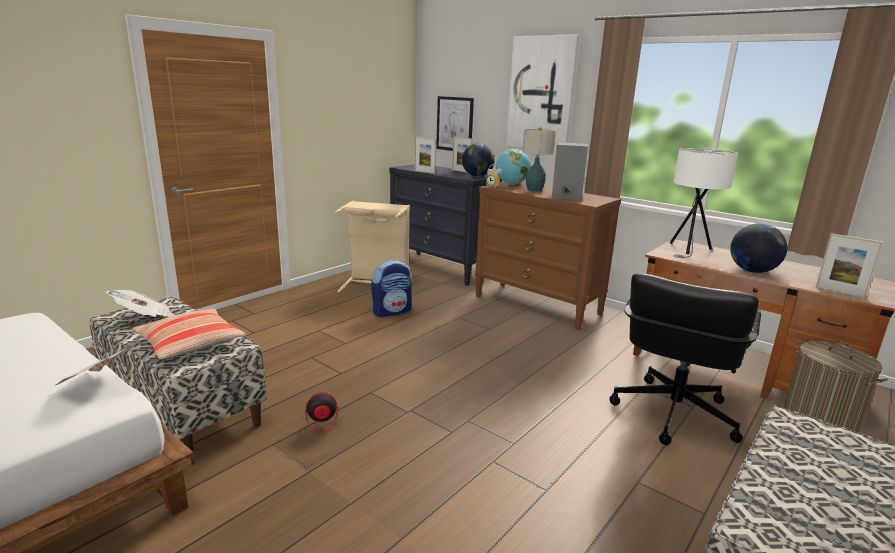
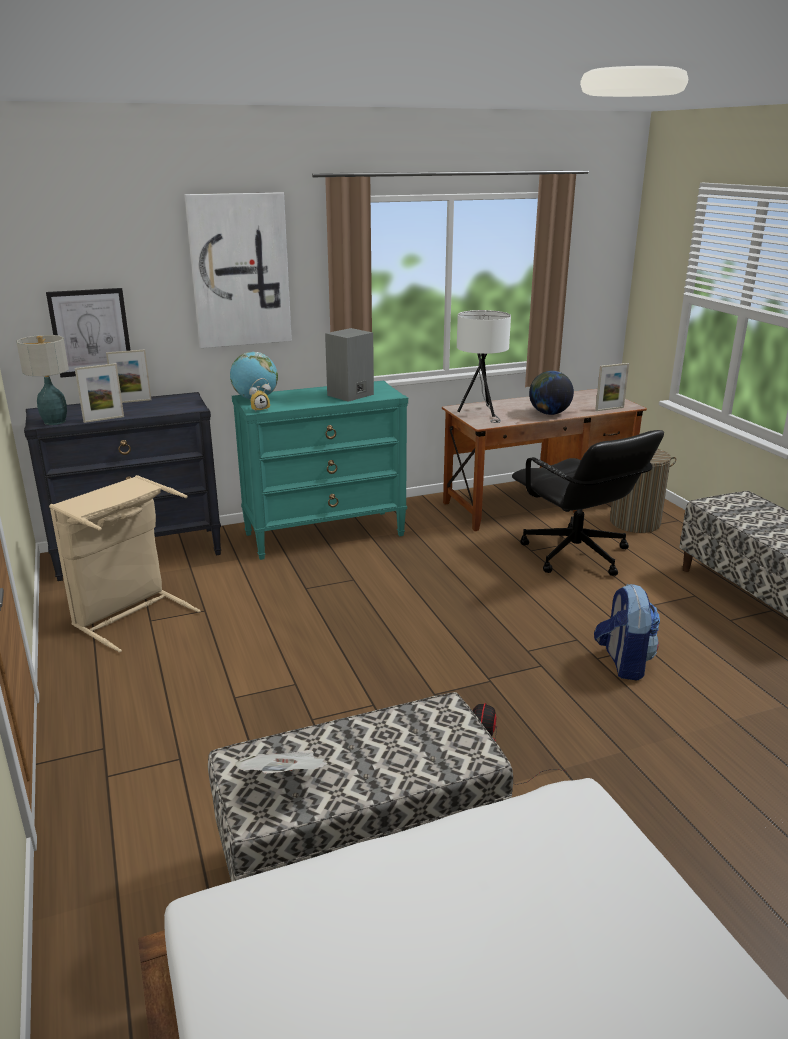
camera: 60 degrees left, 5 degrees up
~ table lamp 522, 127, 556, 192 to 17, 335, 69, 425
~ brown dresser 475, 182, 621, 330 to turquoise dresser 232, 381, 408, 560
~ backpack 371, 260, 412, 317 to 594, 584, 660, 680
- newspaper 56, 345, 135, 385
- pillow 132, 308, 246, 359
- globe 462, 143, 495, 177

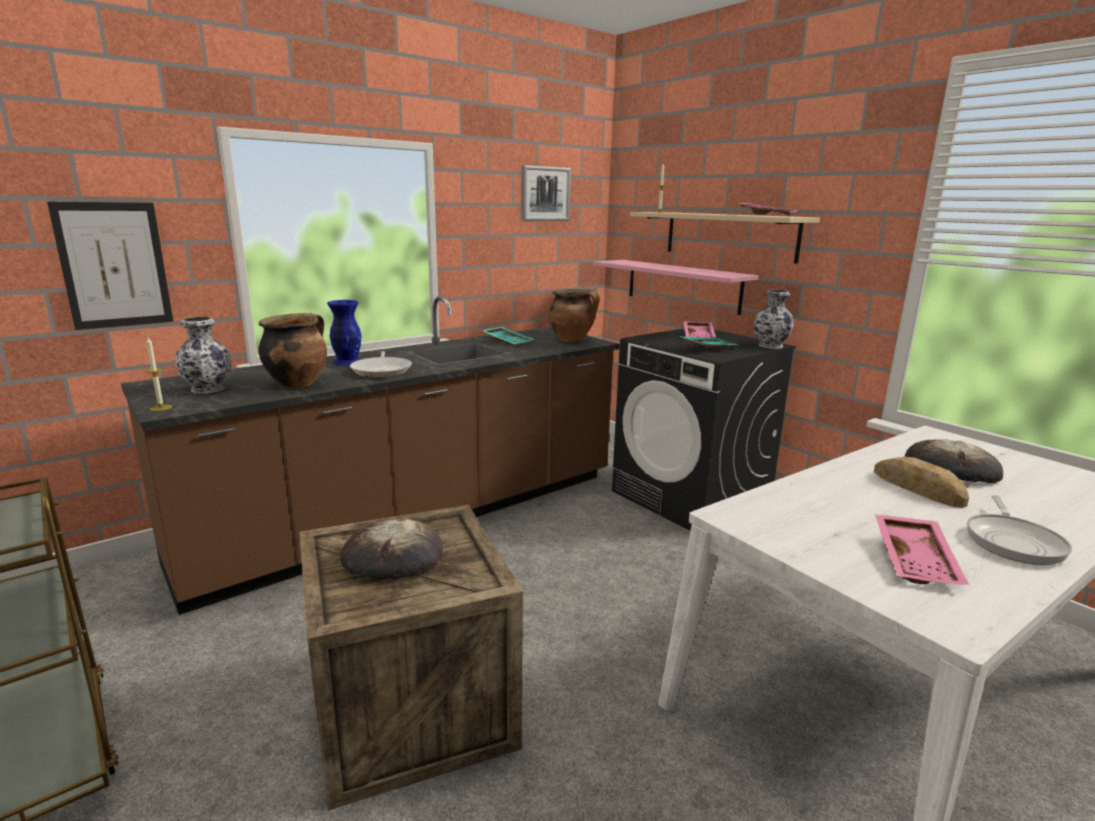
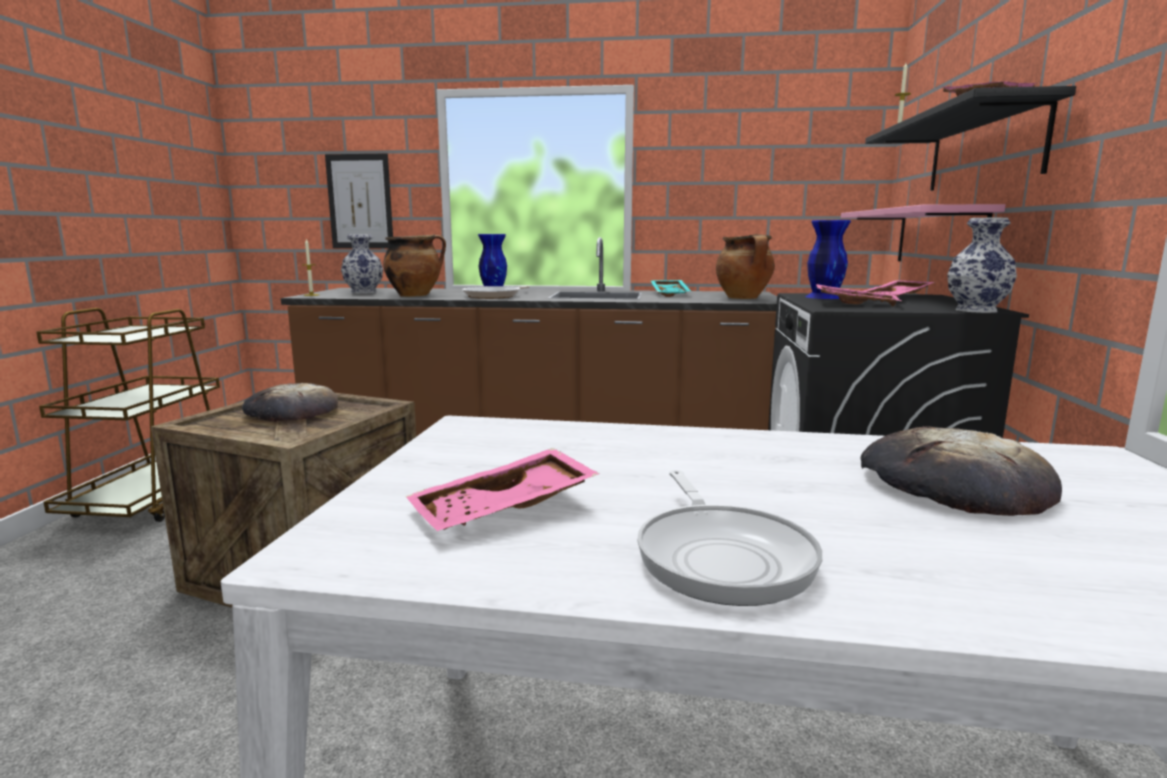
camera: 45 degrees right, 5 degrees down
~ frying pan 967, 495, 1072, 565 = 637, 470, 823, 606 75 degrees counterclockwise
+ blue vase 805, 220, 851, 299
~ turquoise tray 680, 336, 737, 350 to pink tray 816, 284, 902, 307
~ beige shelf 630, 212, 820, 264 to black shelf 865, 86, 1076, 191
- picture 521, 165, 571, 221
- bread 874, 457, 969, 508

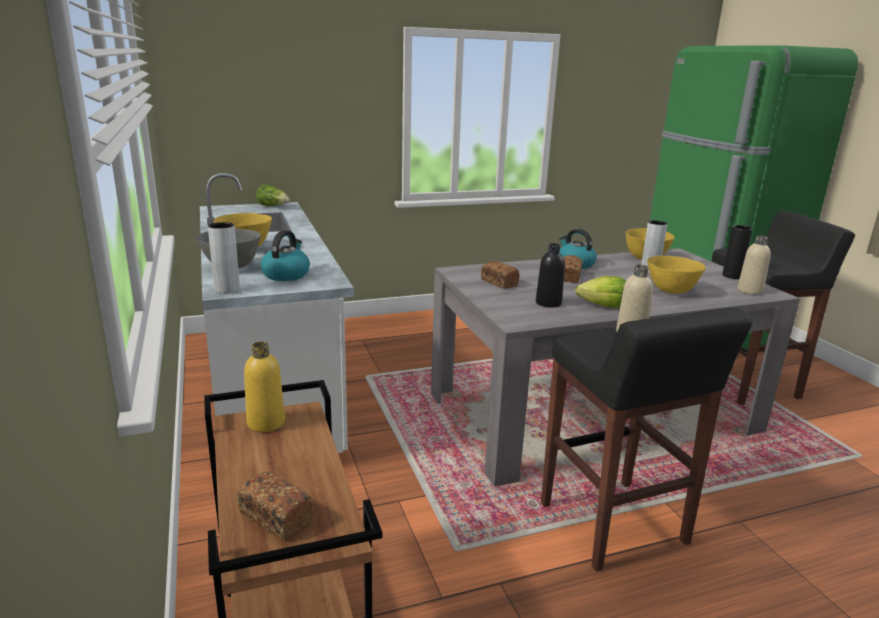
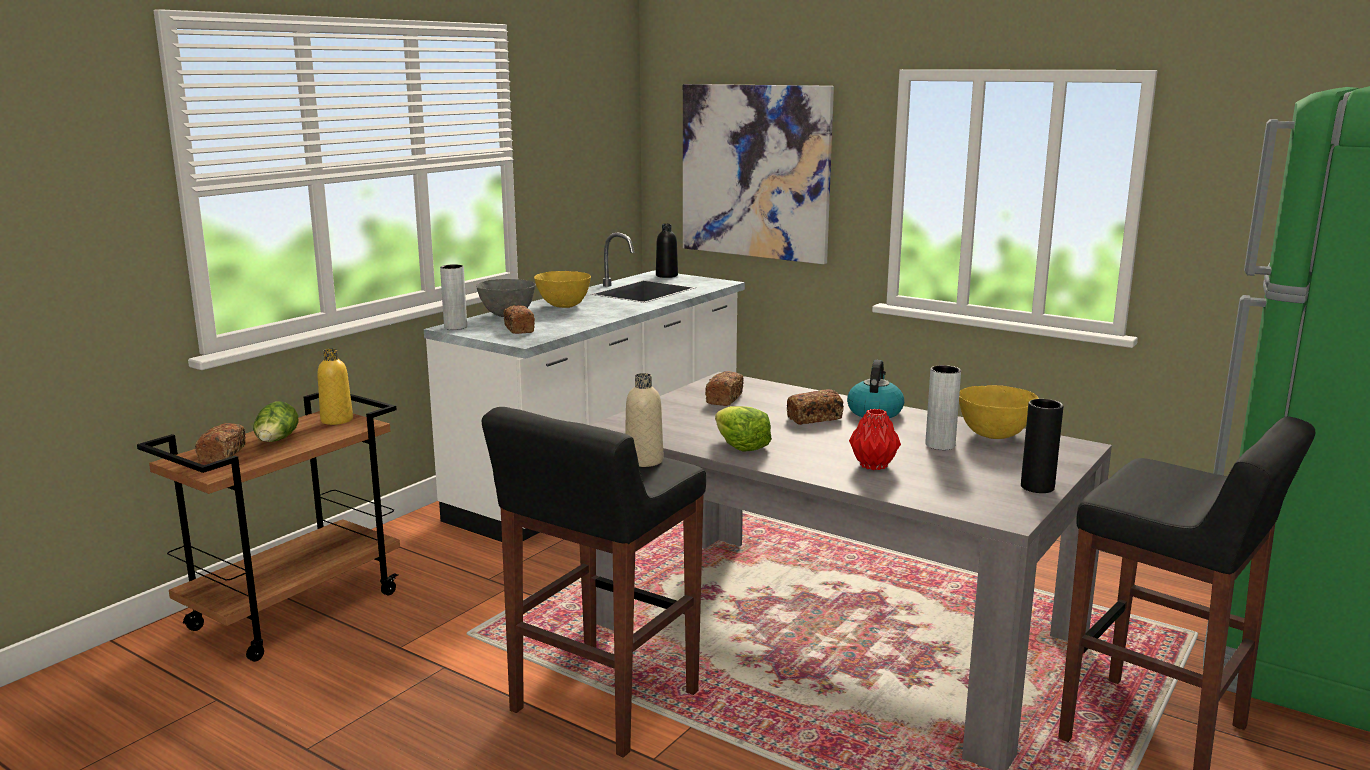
camera: 55 degrees right, 5 degrees down
~ lettuce 256, 184, 290, 206 to 253, 402, 299, 442
~ kettle 260, 230, 310, 281 to bread 503, 305, 535, 334
~ black bottle 536, 243, 565, 308 to 656, 224, 678, 278
+ picture 683, 84, 834, 264
~ yellow bowl 647, 256, 706, 294 to red vase 849, 409, 901, 470
- beige bottle 737, 235, 771, 295

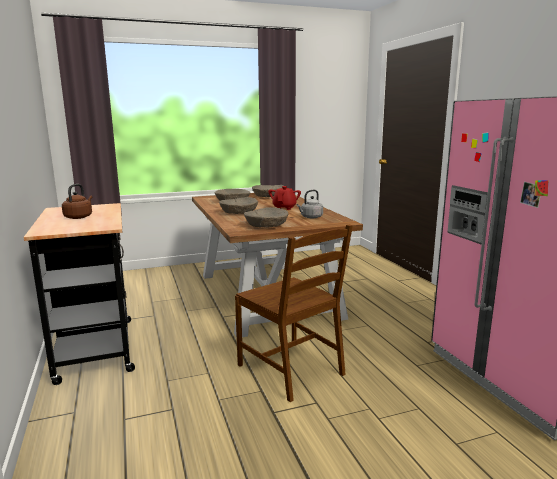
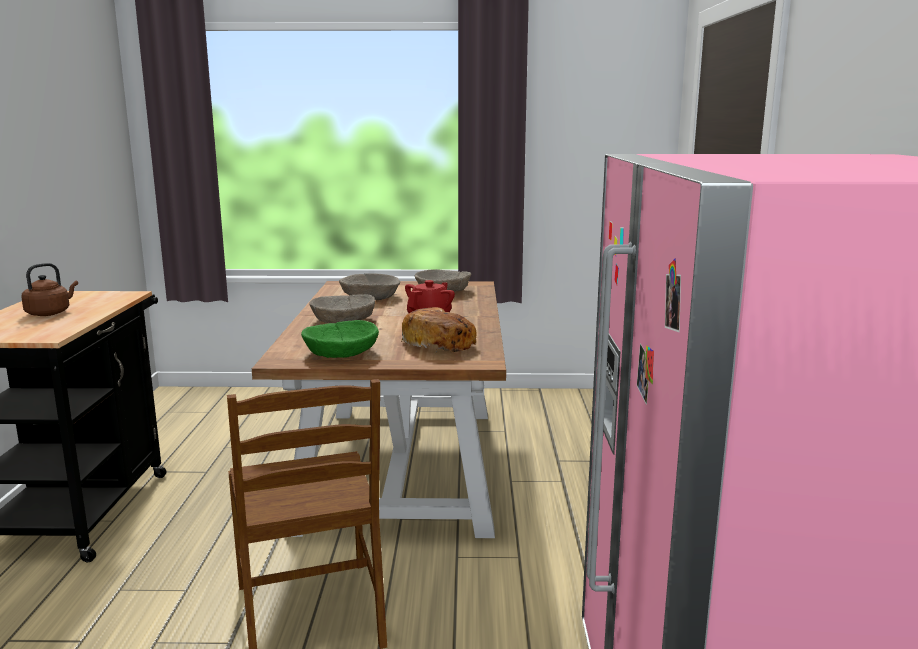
camera: 20 degrees right, 0 degrees up
~ beige bowl 244, 207, 288, 228 to green bowl 301, 320, 379, 358
~ grey kettle 297, 190, 323, 219 to bread 401, 307, 476, 352

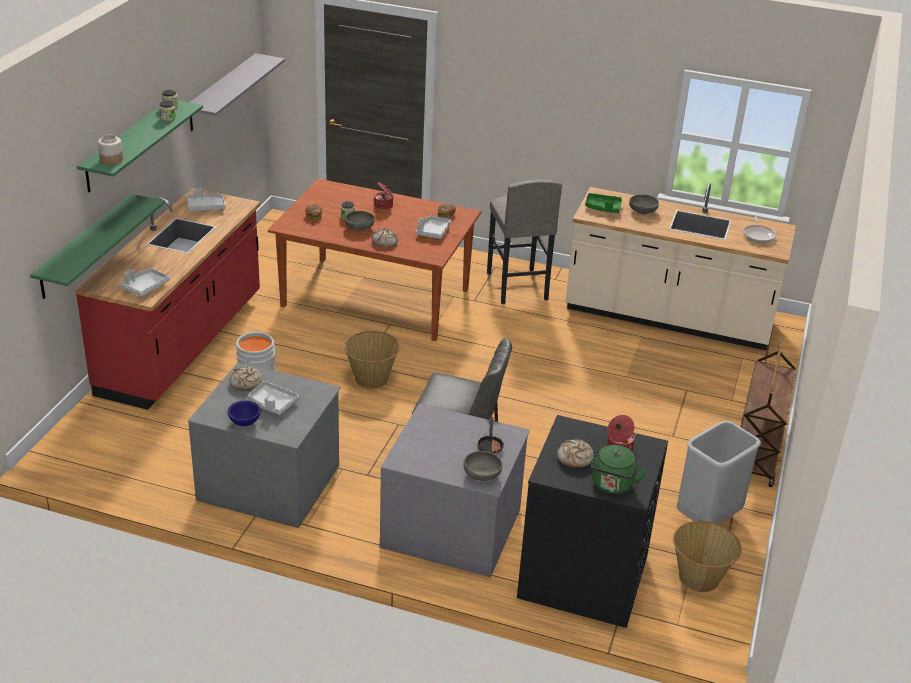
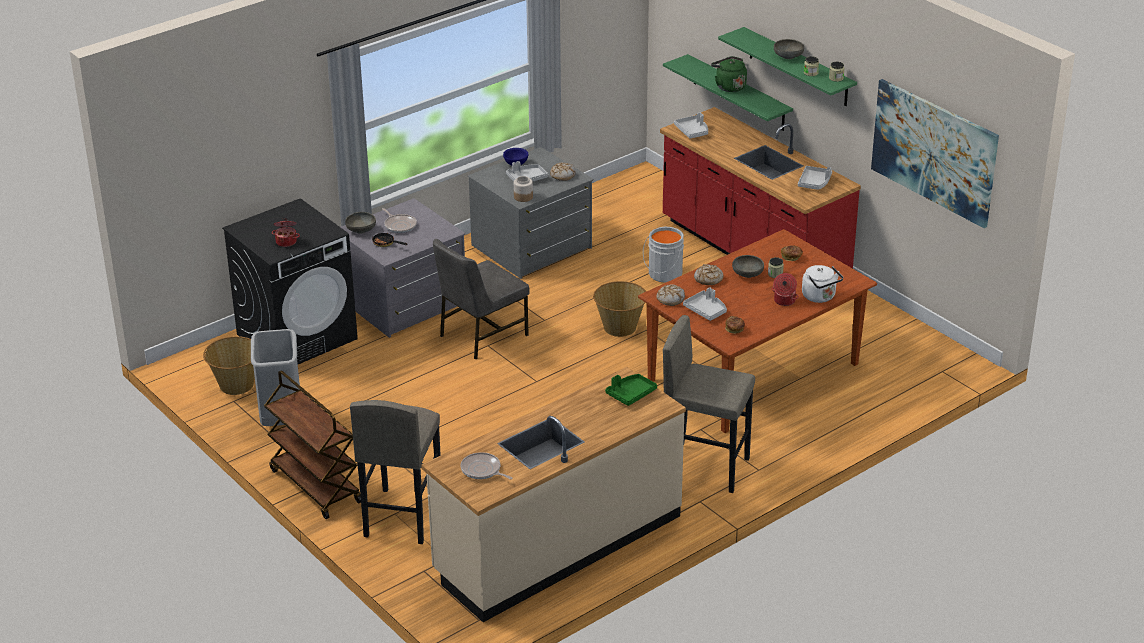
camera: 125 degrees right, 0 degrees up
+ grey stool 350, 400, 441, 544
+ frying pan 382, 208, 417, 233
~ jar 98, 135, 123, 165 to 514, 176, 533, 202
~ bread 557, 439, 594, 468 to 656, 284, 685, 306
~ green kettle 591, 445, 647, 494 to 711, 56, 747, 92
~ grey bowl 629, 195, 659, 214 to 774, 39, 804, 59
+ white kettle 802, 265, 843, 303
~ grey shelf 189, 53, 285, 131 to picture 871, 79, 999, 228

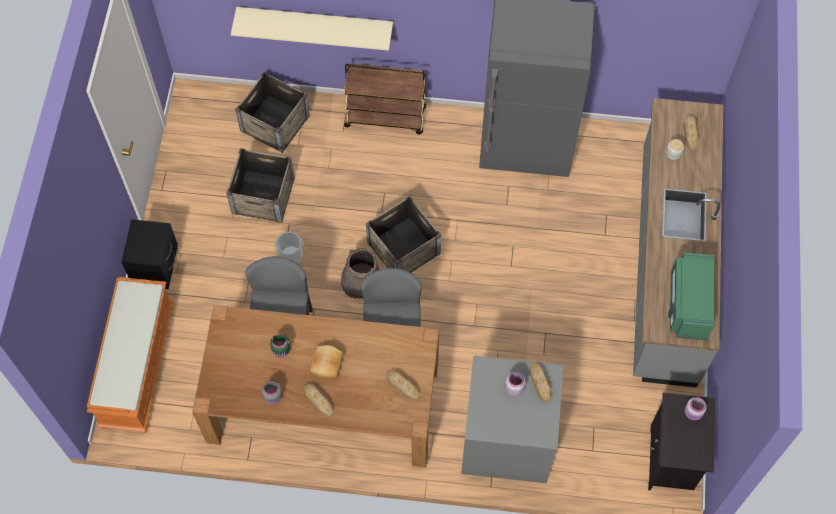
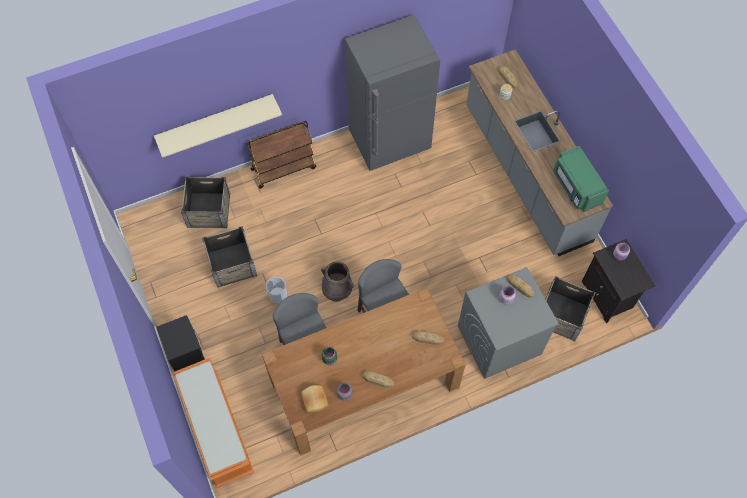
camera: 30 degrees left, 0 degrees up
~ bread 309, 345, 344, 380 to 301, 385, 329, 414
~ crate 366, 196, 441, 273 to 545, 276, 596, 341

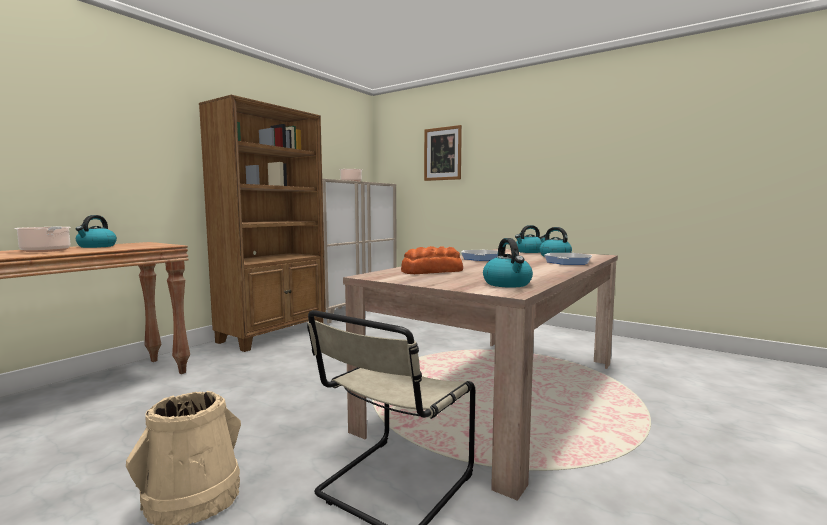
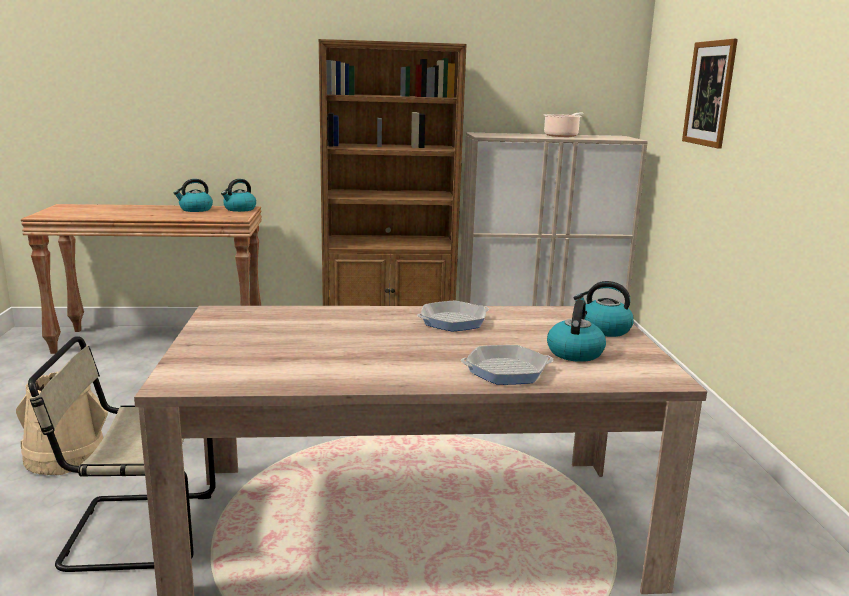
camera: 50 degrees right, 10 degrees up
~ kettle 483, 238, 533, 288 to 221, 179, 256, 212
- cooking pot 14, 226, 71, 252
- bread 401, 246, 463, 274

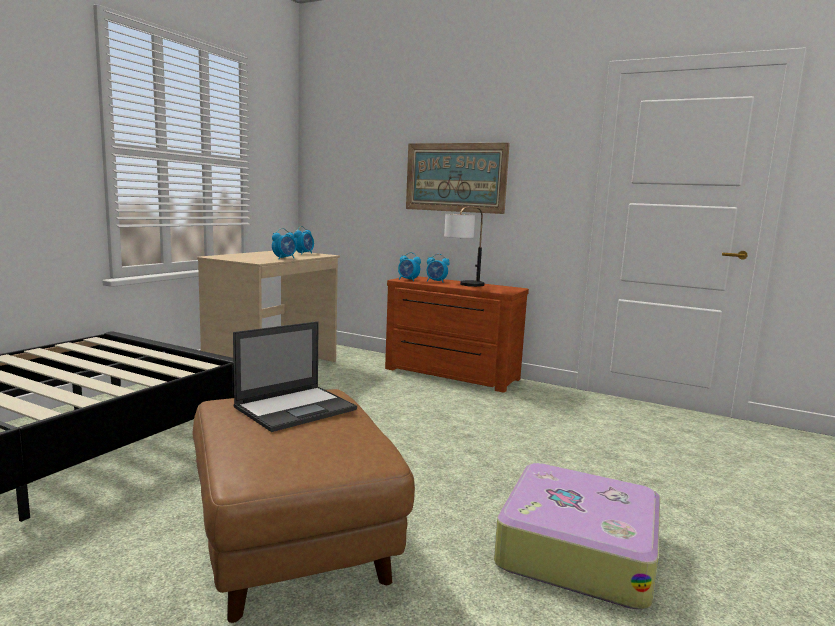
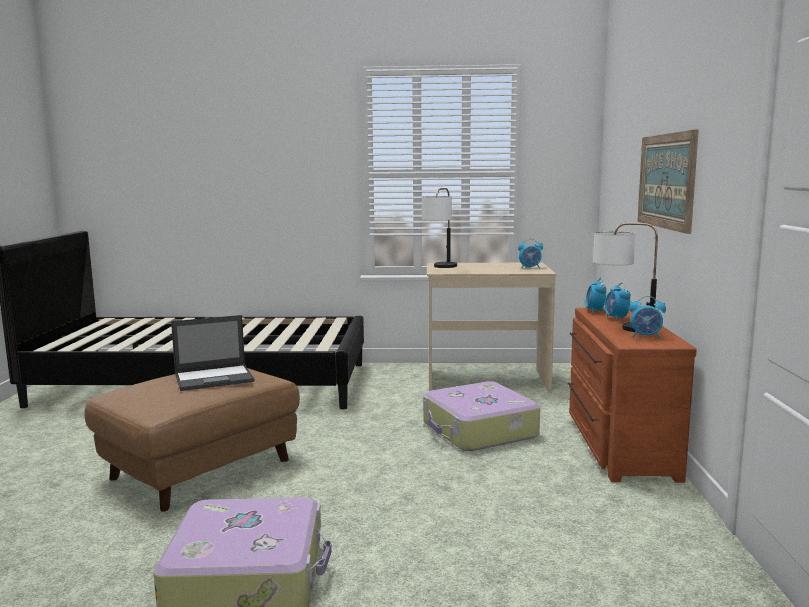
camera: 65 degrees right, 0 degrees up
~ laptop 233, 321, 357, 432 = 171, 315, 255, 391 45 degrees counterclockwise
+ table lamp 422, 188, 457, 268
+ suitcase 423, 381, 540, 451
~ alarm clock 272, 228, 296, 259 to 630, 296, 666, 339

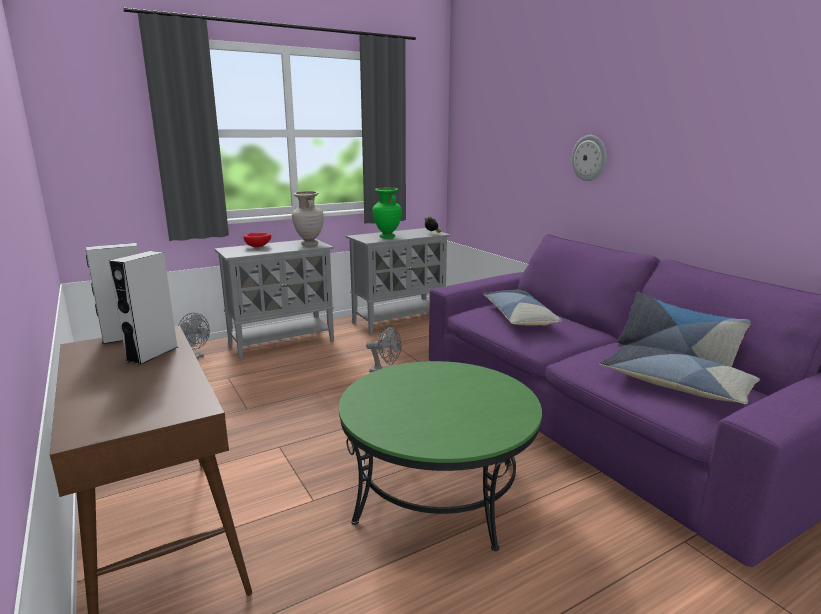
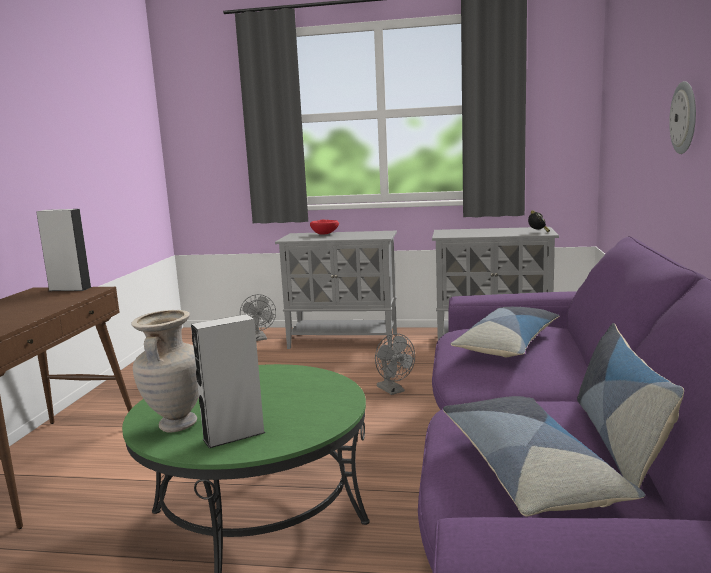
camera: 40 degrees right, 5 degrees down
~ beige vase 292, 191, 324, 246 to 131, 310, 199, 432
~ grey speaker 109, 251, 178, 365 to 191, 314, 265, 448
- green vase 372, 187, 402, 239

